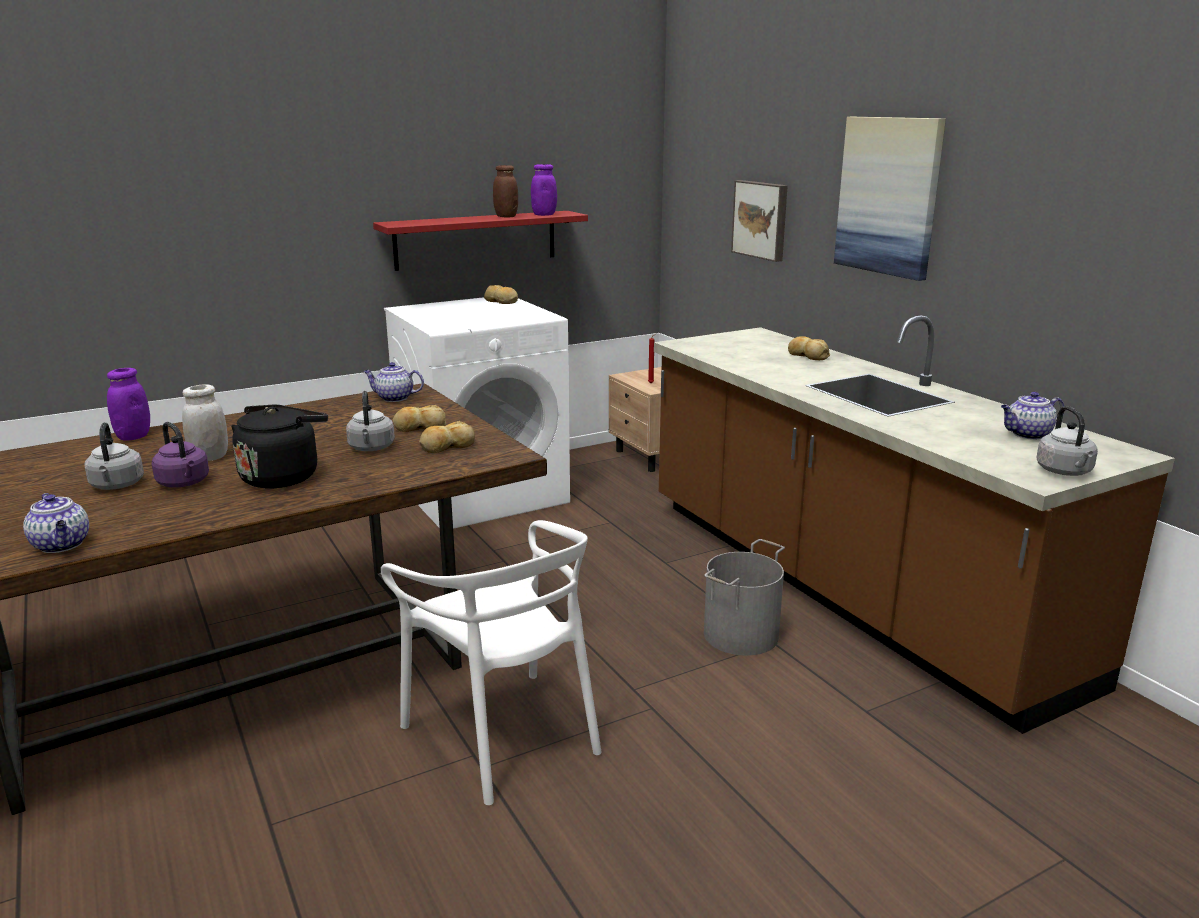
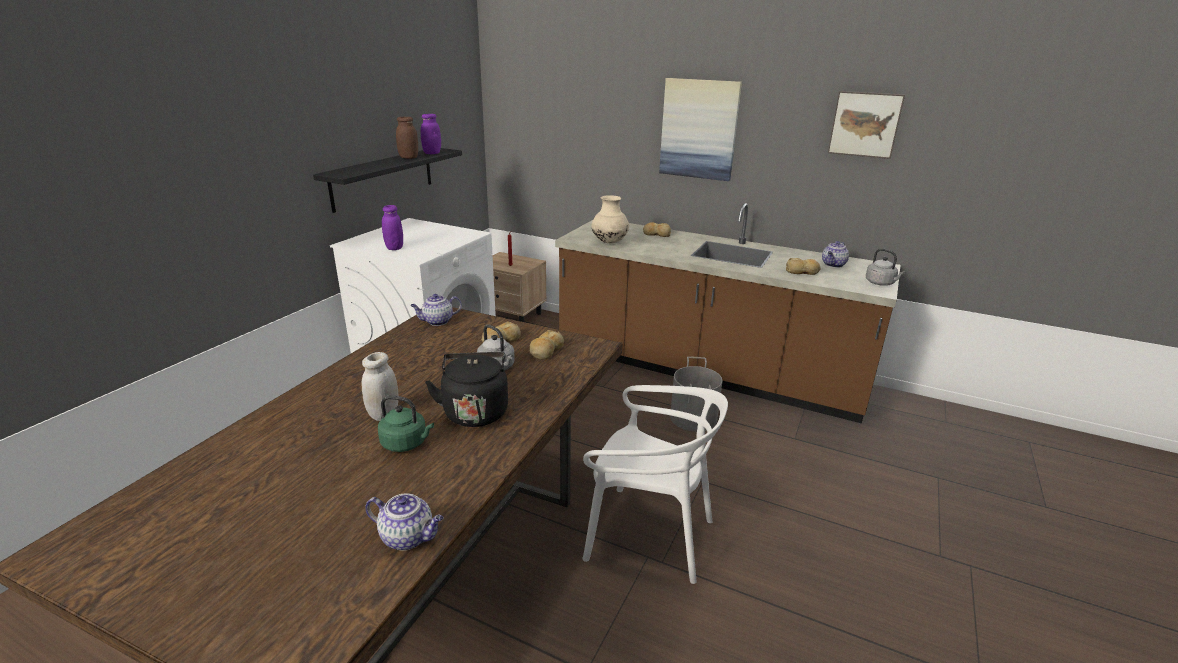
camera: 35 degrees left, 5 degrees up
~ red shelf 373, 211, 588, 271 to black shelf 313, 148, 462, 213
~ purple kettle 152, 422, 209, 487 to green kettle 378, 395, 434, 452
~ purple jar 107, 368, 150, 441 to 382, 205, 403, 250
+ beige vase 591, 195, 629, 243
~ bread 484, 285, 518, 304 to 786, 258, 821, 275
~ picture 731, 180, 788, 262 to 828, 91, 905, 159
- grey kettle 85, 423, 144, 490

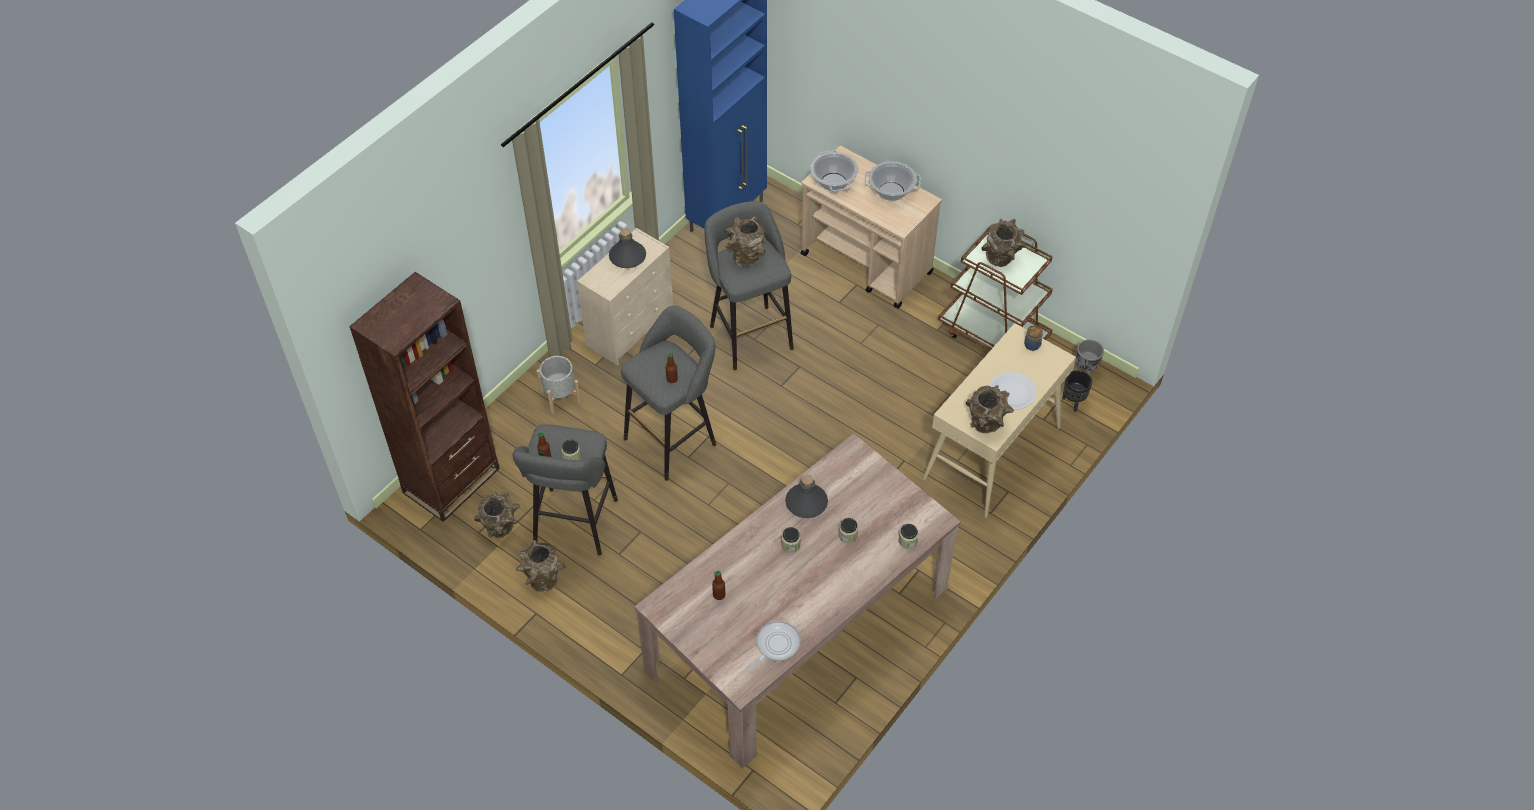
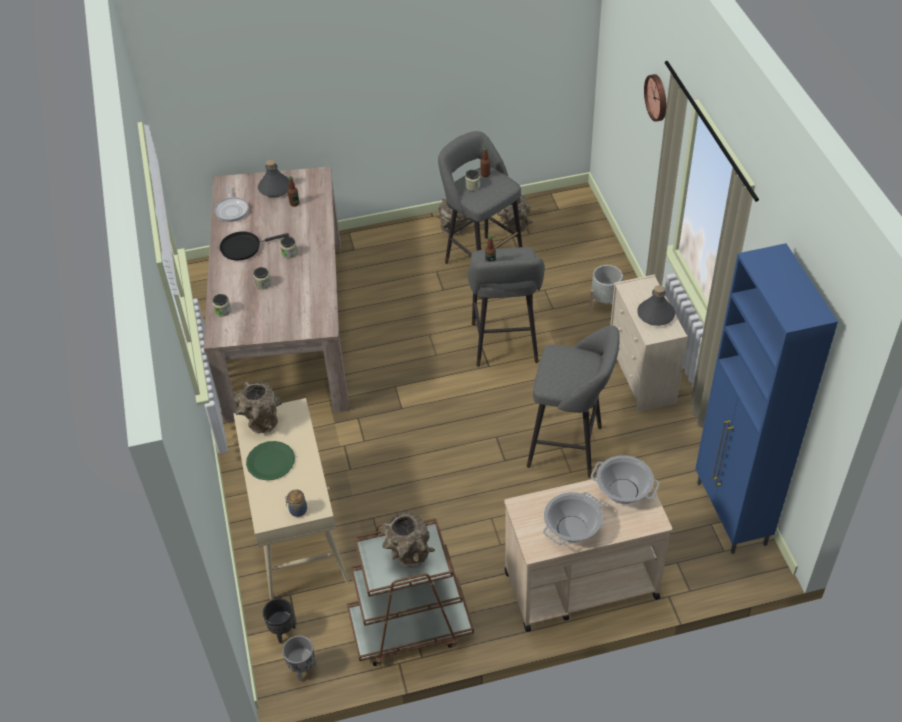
camera: 130 degrees right, 5 degrees down
+ black frying pan 220, 231, 289, 260
~ white plate 990, 372, 1036, 410 to green plate 246, 441, 295, 480
~ grey bottle 785, 475, 828, 518 to 258, 160, 289, 197
+ wall clock 644, 74, 666, 122
- brown bookcase 349, 272, 500, 522
- brown vase 725, 216, 765, 266

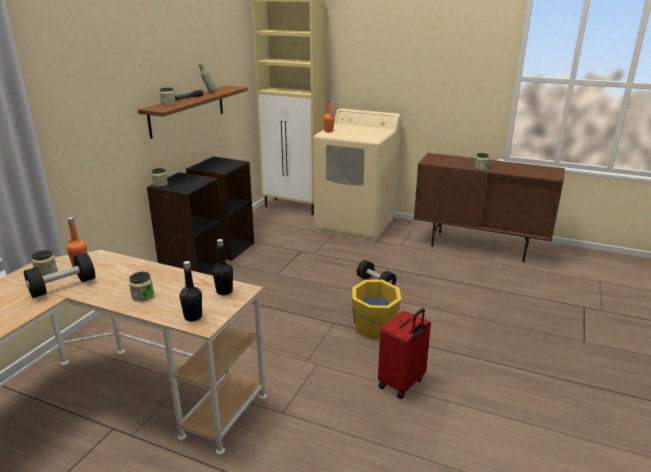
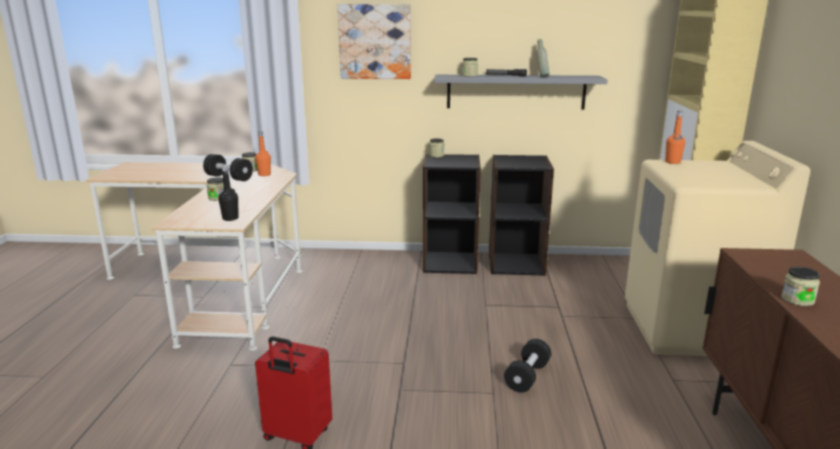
camera: 70 degrees right, 5 degrees down
+ picture 338, 4, 411, 79
~ brown shelf 138, 86, 248, 139 to grey shelf 434, 75, 607, 110
- black bottle 179, 261, 202, 321
- yellow bucket 352, 280, 402, 339

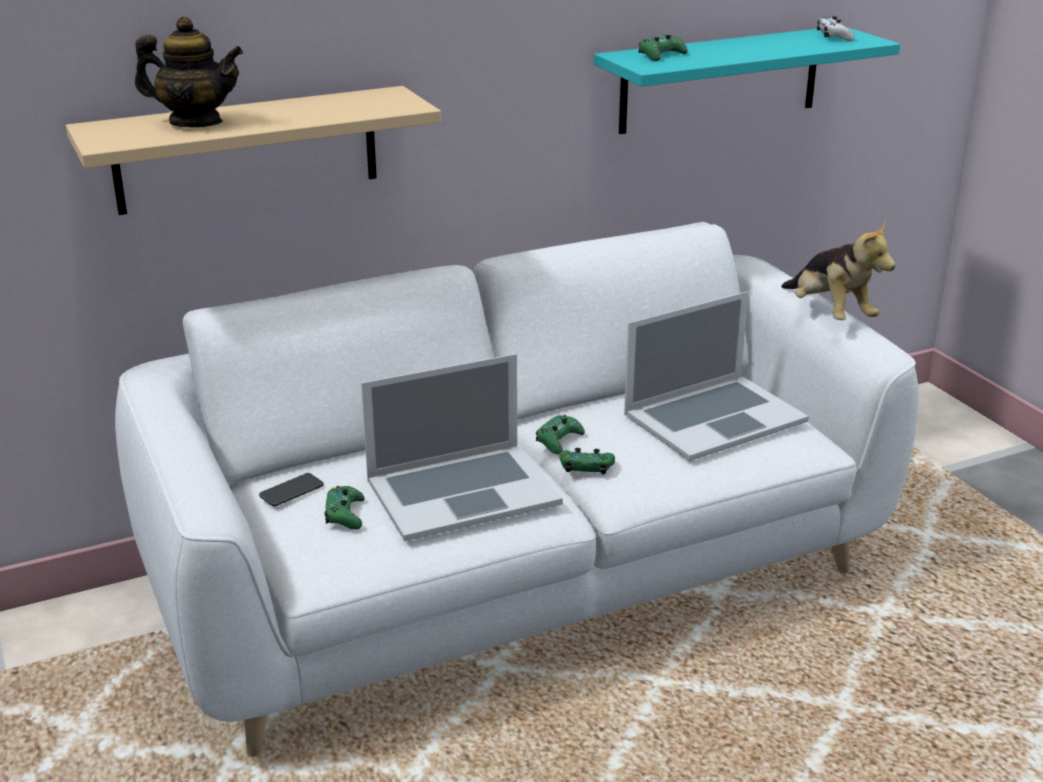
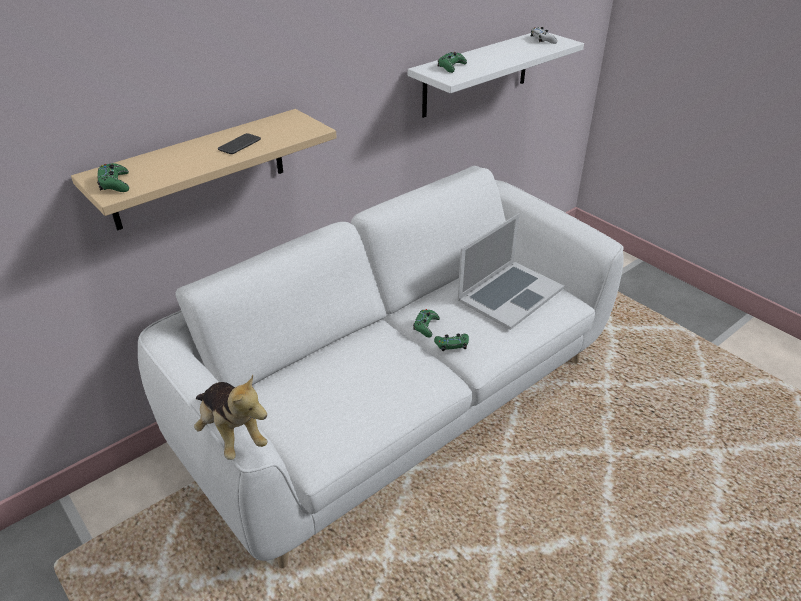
camera: 15 degrees left, 10 degrees up
~ green game controller 325, 486, 365, 530 to 97, 163, 129, 192
~ plush toy 781, 221, 896, 320 to 194, 374, 267, 460
~ phone 259, 473, 324, 506 to 218, 133, 261, 154
~ turquoise shelf 594, 26, 900, 134 to white shelf 408, 33, 584, 118
- teapot 135, 16, 243, 127
- laptop 361, 354, 563, 542

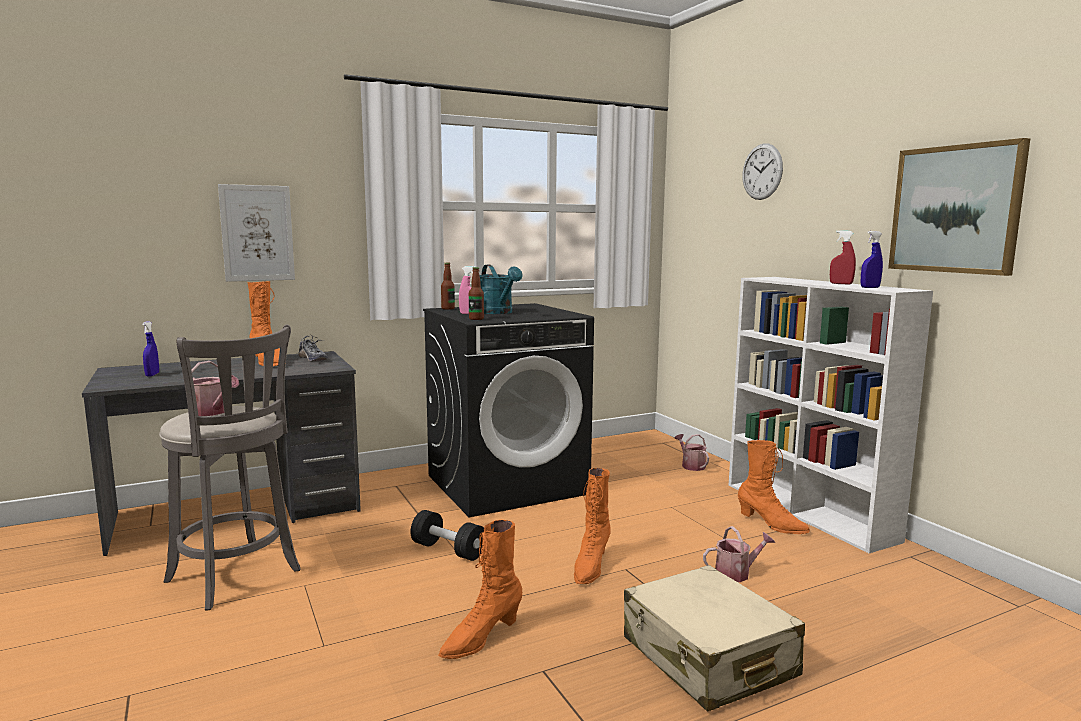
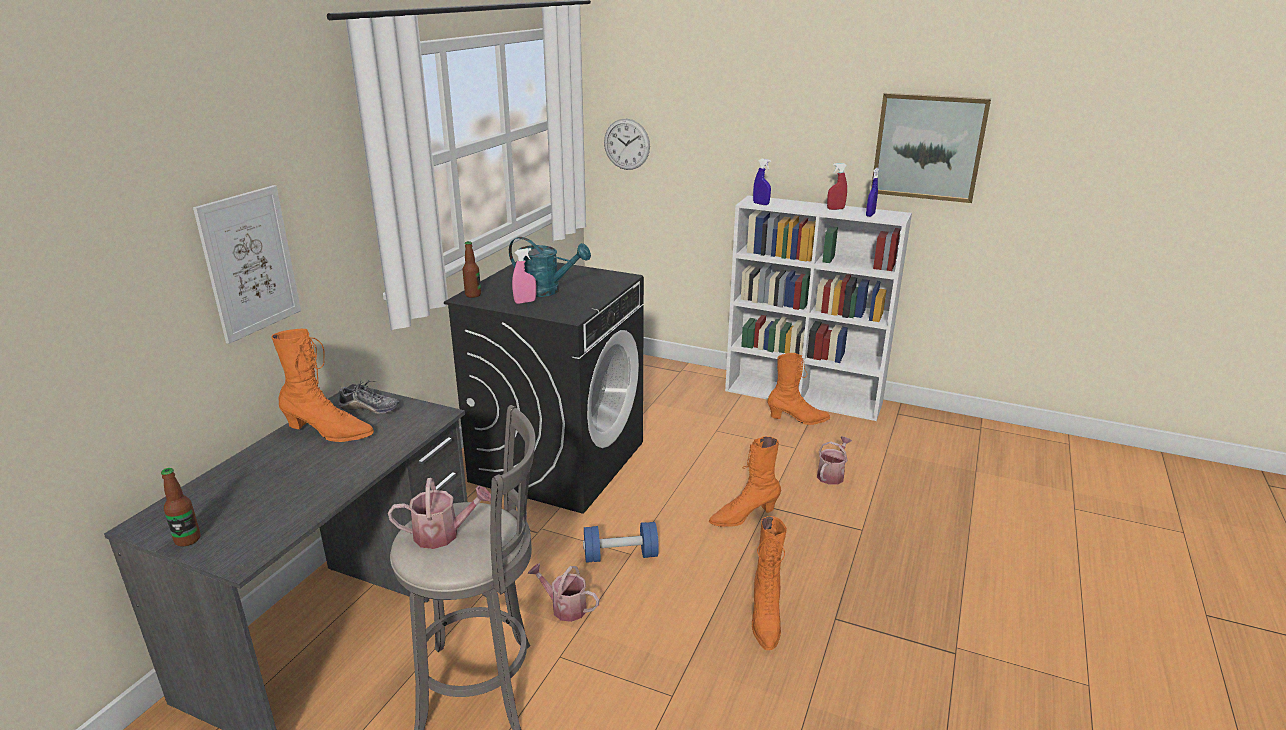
camera: 40 degrees left, 15 degrees up
~ bottle 469, 267, 484, 320 to 161, 468, 201, 547
~ watering can 675, 434, 709, 471 to 527, 563, 599, 622
~ black dumbbell 410, 510, 484, 561 to blue dumbbell 583, 522, 659, 563
~ wall clock 742, 143, 783, 200 to 604, 119, 650, 170
~ orange boot 574, 468, 611, 584 = 708, 436, 781, 527 90 degrees clockwise
~ blue spray bottle 142, 321, 159, 376 to 753, 159, 771, 205
- beige suitcase 624, 565, 805, 712

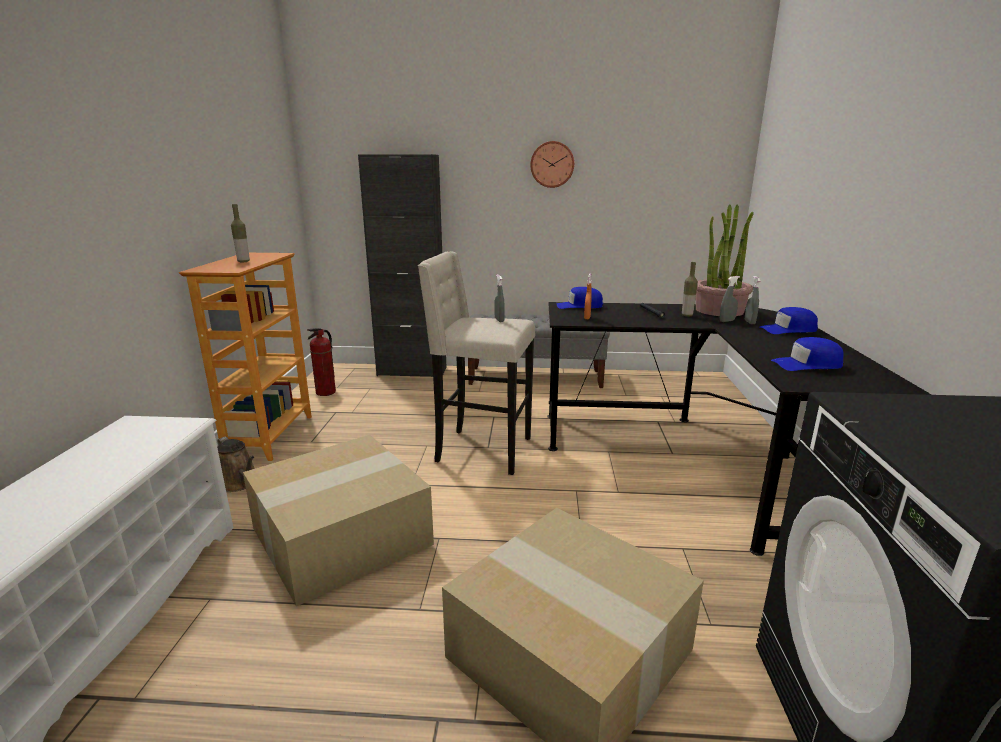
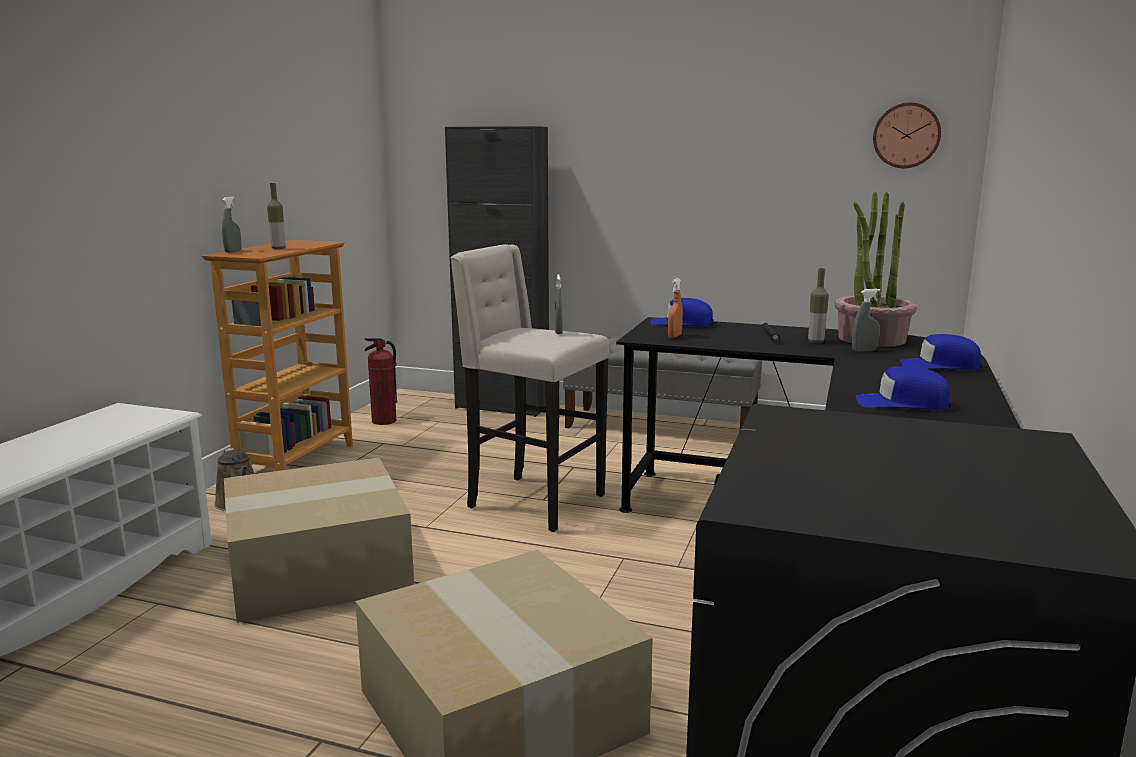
camera: 15 degrees right, 5 degrees down
~ grey spray bottle 745, 276, 760, 324 to 222, 196, 242, 253
~ wall clock 530, 141, 574, 188 to 873, 102, 941, 168

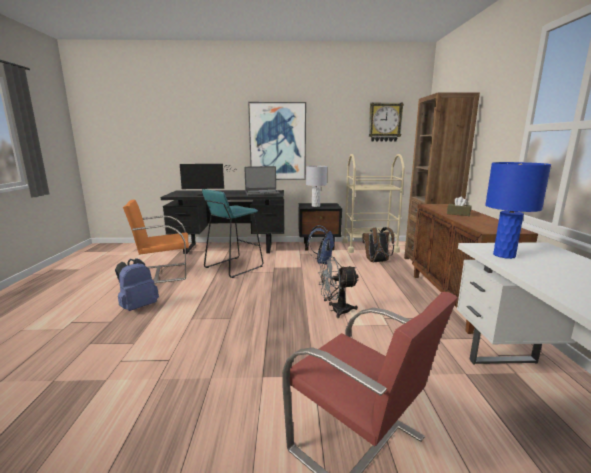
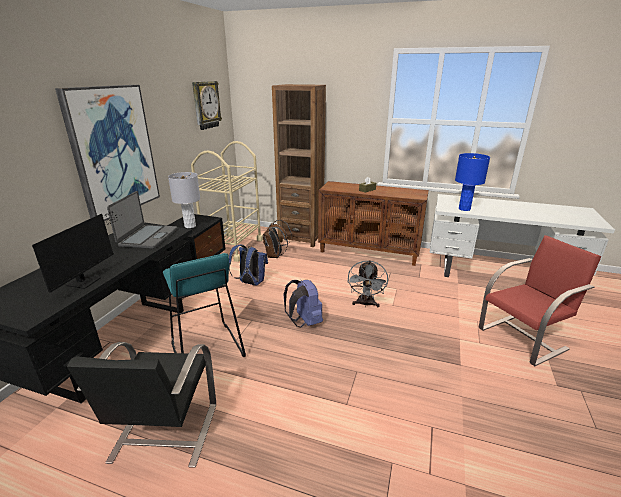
camera: 70 degrees left, 10 degrees up
~ orange chair 123, 199, 189, 283 to black chair 67, 342, 216, 468
~ blue backpack 115, 258, 159, 311 to 283, 280, 323, 327

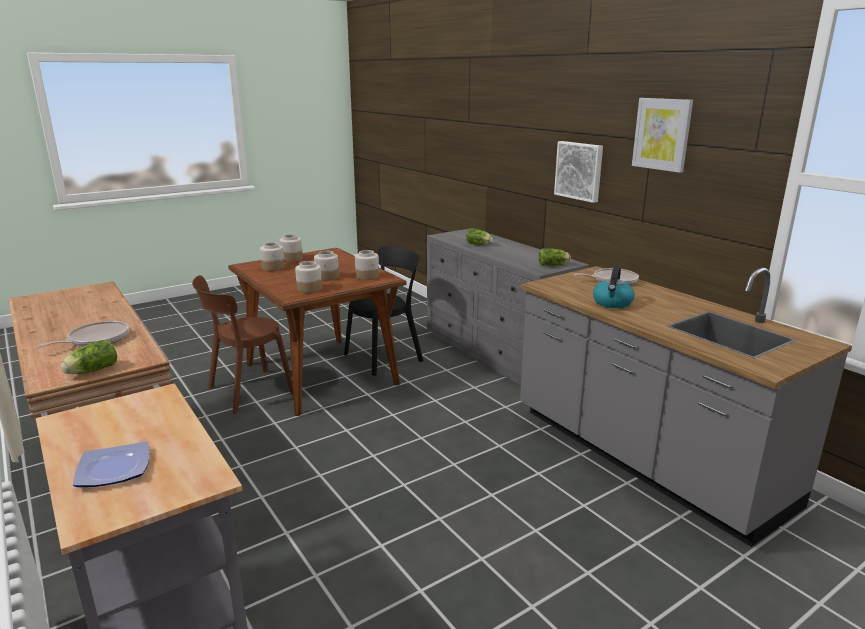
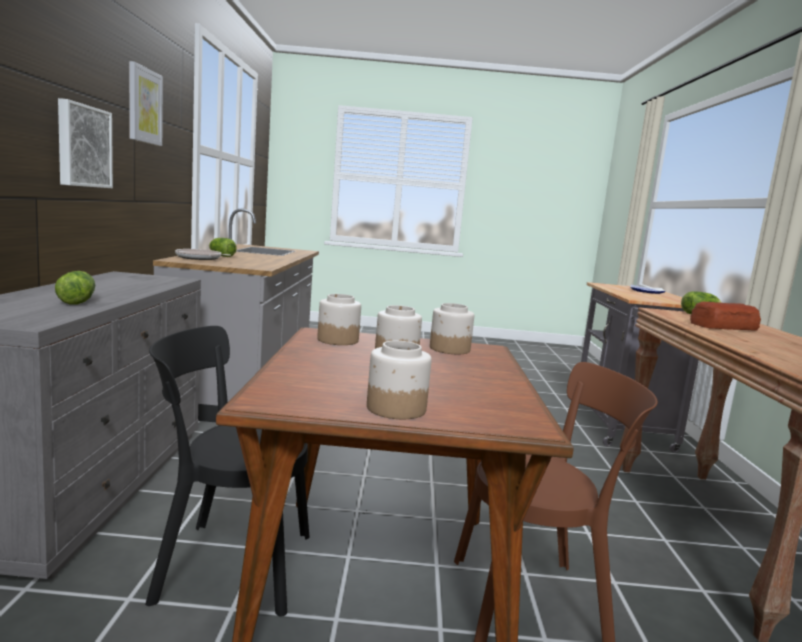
camera: 145 degrees left, 10 degrees down
~ lettuce 539, 248, 571, 266 to 209, 238, 237, 257
~ frying pan 37, 321, 129, 348 to bread 690, 302, 761, 331
- jar 260, 242, 285, 271
- kettle 593, 266, 635, 308

